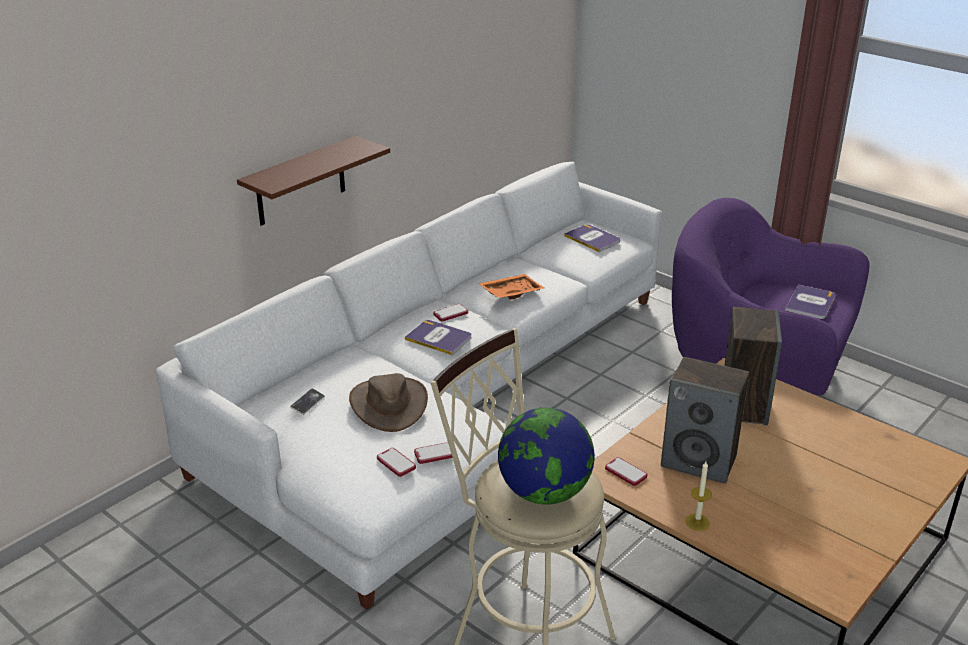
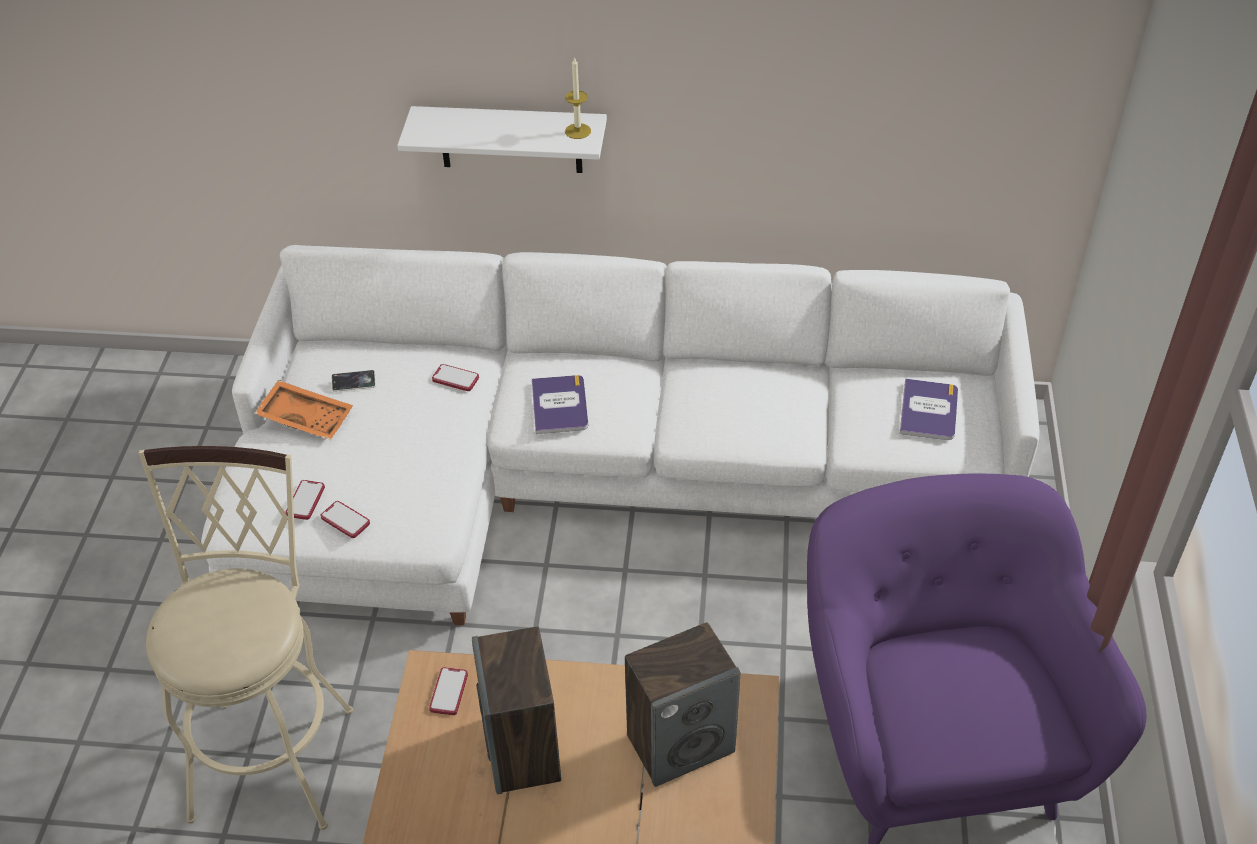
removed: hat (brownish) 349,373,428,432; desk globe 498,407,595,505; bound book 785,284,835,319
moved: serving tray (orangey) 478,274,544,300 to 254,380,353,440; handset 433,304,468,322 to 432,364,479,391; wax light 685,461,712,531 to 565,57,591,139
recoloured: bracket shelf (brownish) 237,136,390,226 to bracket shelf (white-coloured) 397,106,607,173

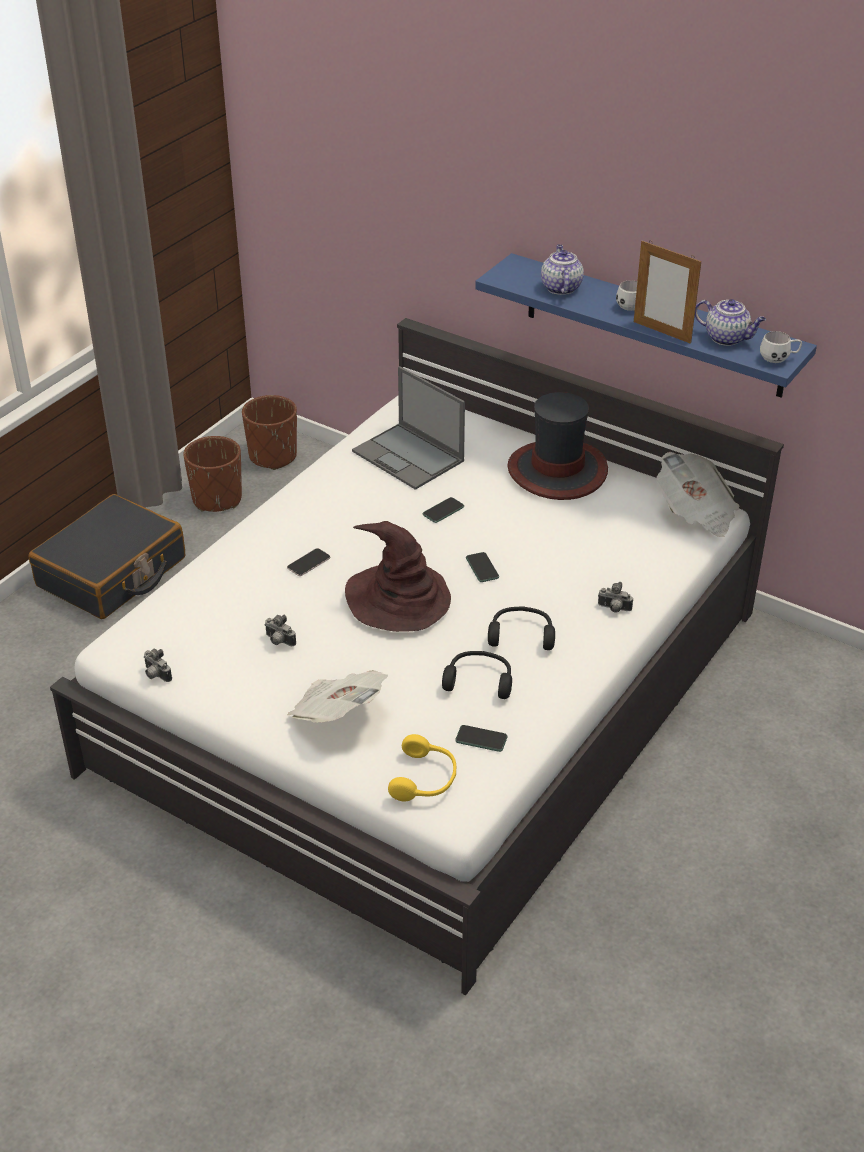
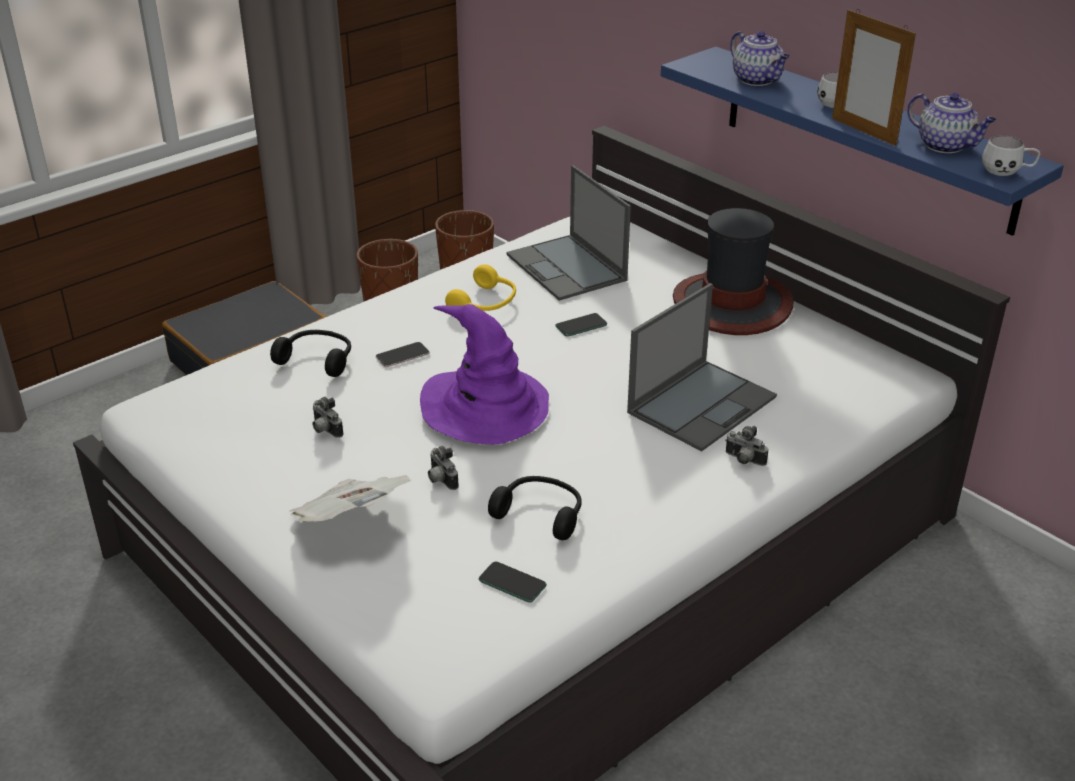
removed: handset 466,552,499,582; newspaper 656,452,740,537
added: laptop 627,283,777,451
moved: headset (black-coloured) 488,607,555,650 to 270,330,351,377; still camera 144,649,172,682 to 428,446,459,490; headset (yellow-coloured) 388,734,456,801 to 445,264,516,311
recoloured: hat (brownish) 345,521,451,632 to hat (purple) 420,304,549,445
turned: teapot 541,245,584,295 = 730,31,790,86 135 degrees clockwise

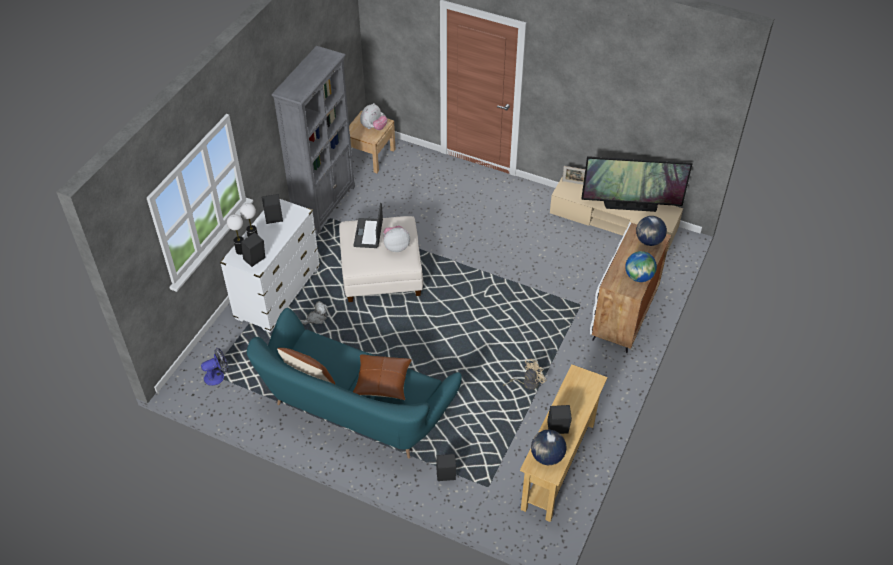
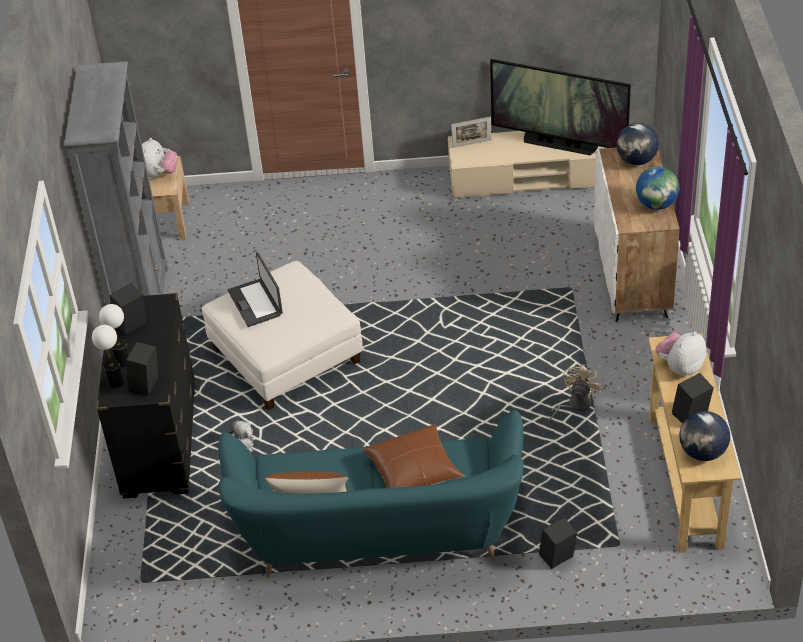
removed: electric fan 201,348,228,386
moved: plush toy 383,225,410,252 to 655,332,706,376
recoloured: chest of drawers (white-coloured) 220,198,320,333 to chest of drawers (black-coloured) 96,293,195,499
turned: TV 581,156,692,212 = 490,59,631,155 45 degrees clockwise

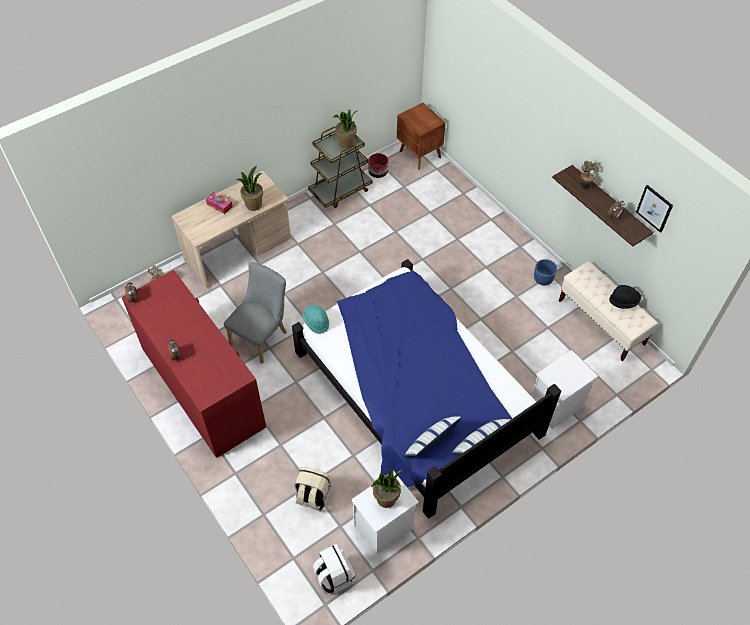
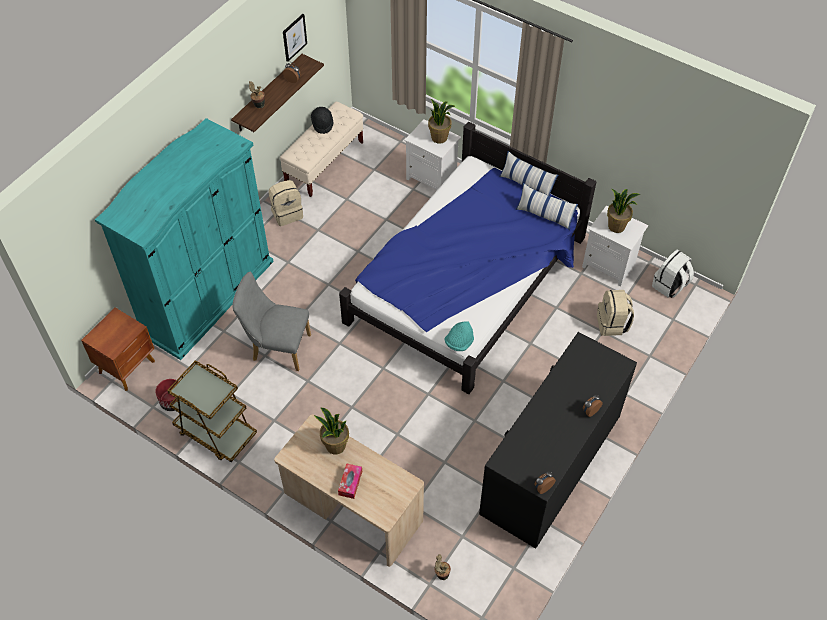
added: armoire (turquoise) 95,118,274,360
moved: plain chair (gray) 224,262,287,364 to 232,272,311,371; potted plant 333,109,357,148 to 428,99,455,144
replaced: flower pot (bluish) 534,259,557,286 to backpack (beige) 269,180,303,226
recoloured: chest of drawers (red-coloured) 122,270,266,458 to chest of drawers (black-coloured) 479,332,637,549

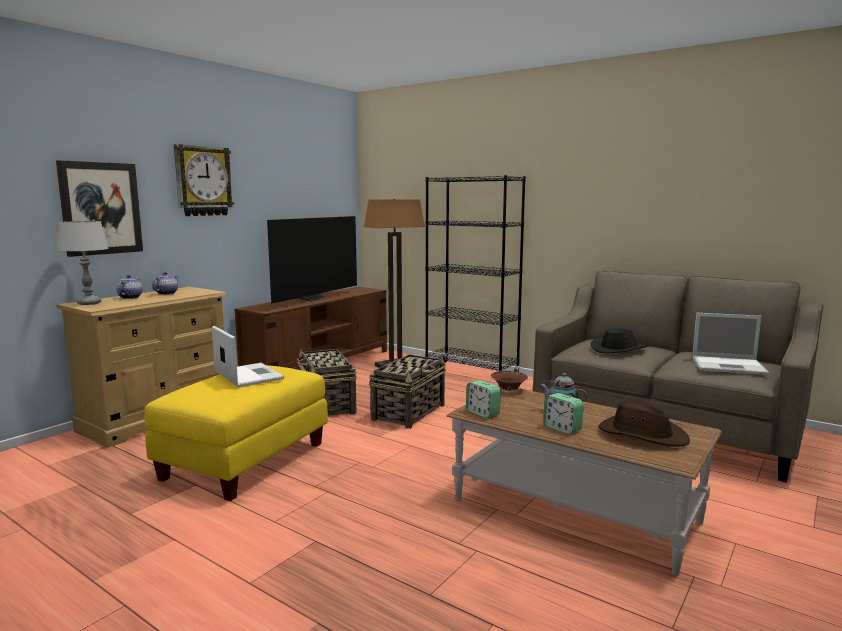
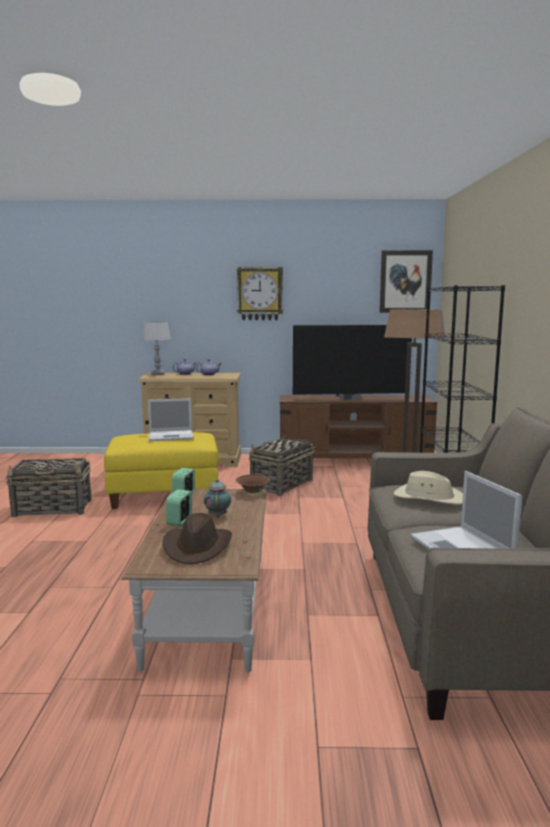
moved: household basket 369,354,446,429 to 6,458,91,517; picture 56,160,143,257 to 379,250,433,313
recoloured: hat (black-coloured) 590,328,648,353 to hat (beige) 394,471,463,505
turned: laptop 212,326,284,388 = 148,398,194,441 60 degrees clockwise

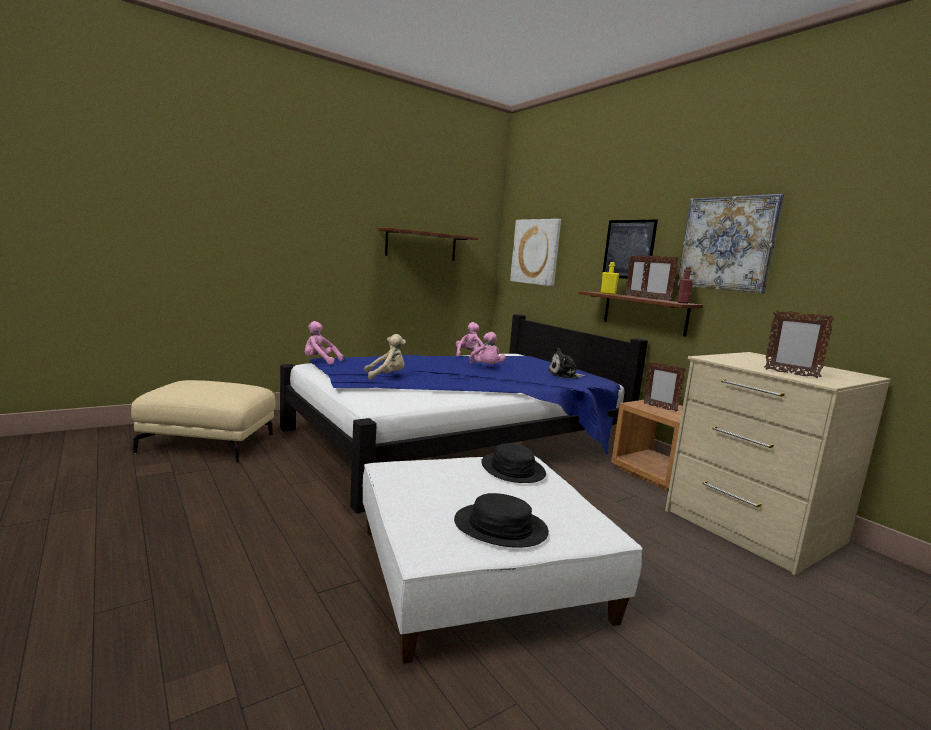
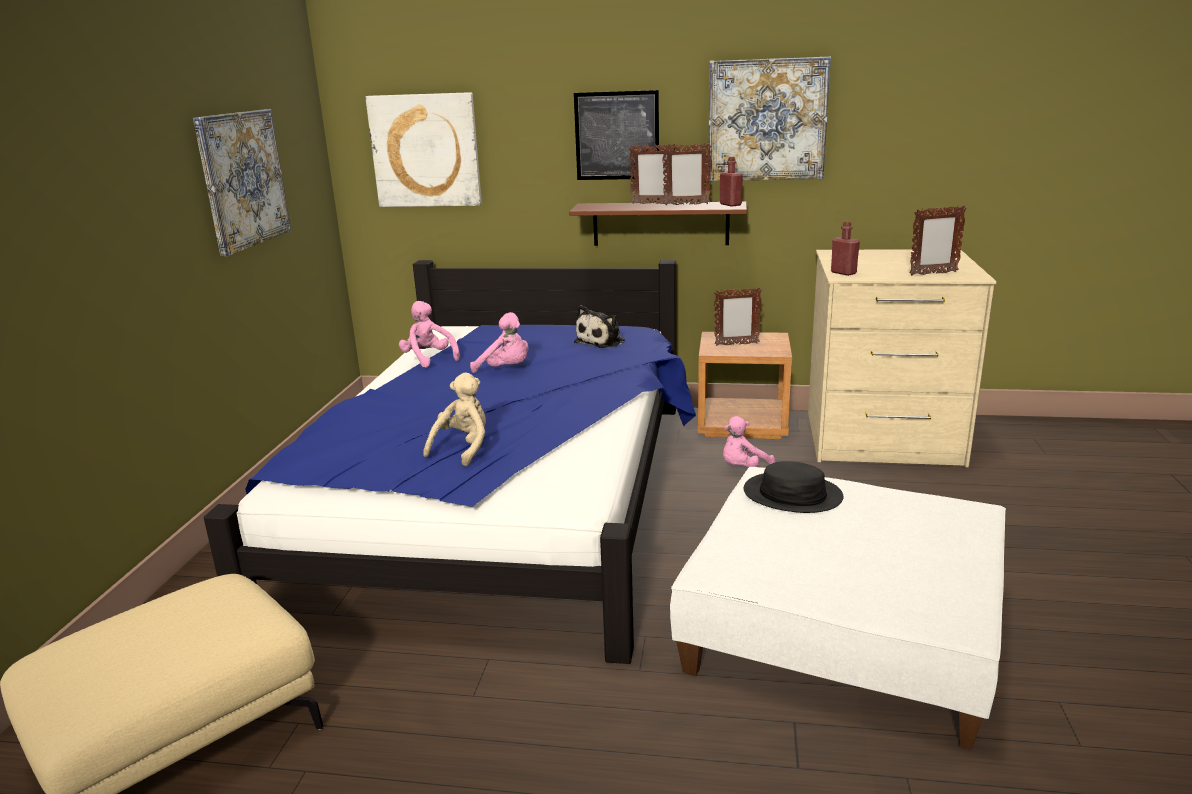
removed: hat (black-coloured) 454,493,549,548; drink bottle (yellow-coloured) 601,262,620,295
added: drink bottle (red-coloured) 831,221,860,276
moved: plush toy (pink-coloured) 305,321,343,365 to 723,416,775,467
replaced: bracket shelf (brownish) 377,228,478,261 to picture 193,109,291,256

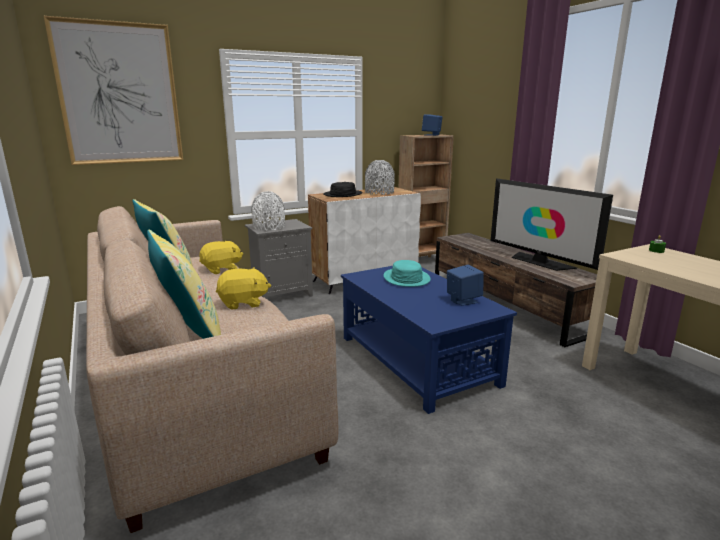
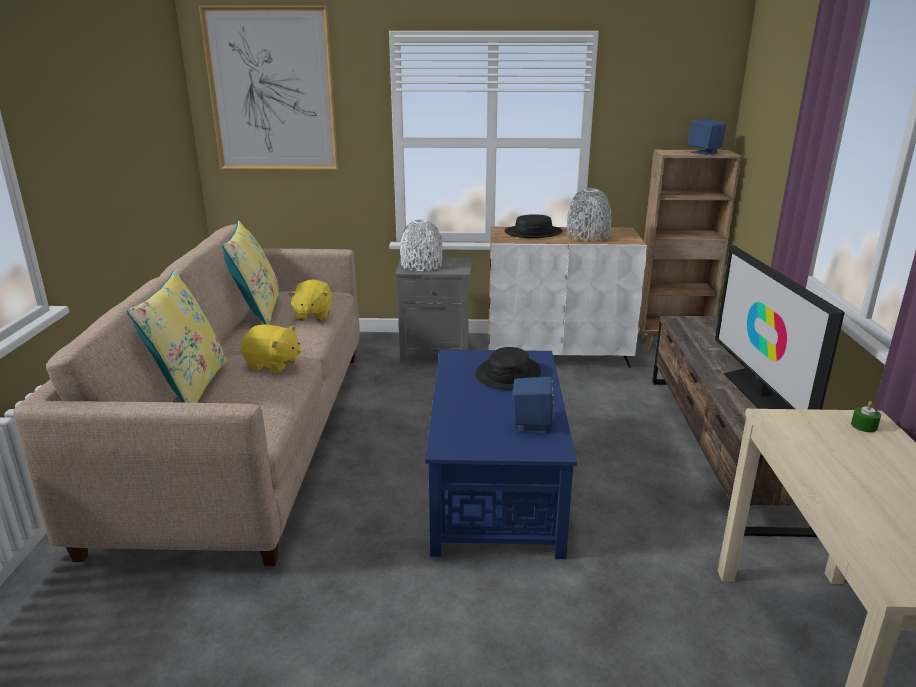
recoloured: hat (turquoise) 384,260,431,287 to hat (black-coloured) 476,347,541,390
turned: plush toy (yellow-coloured) 199,241,243,274 = 288,279,332,321 90 degrees clockwise

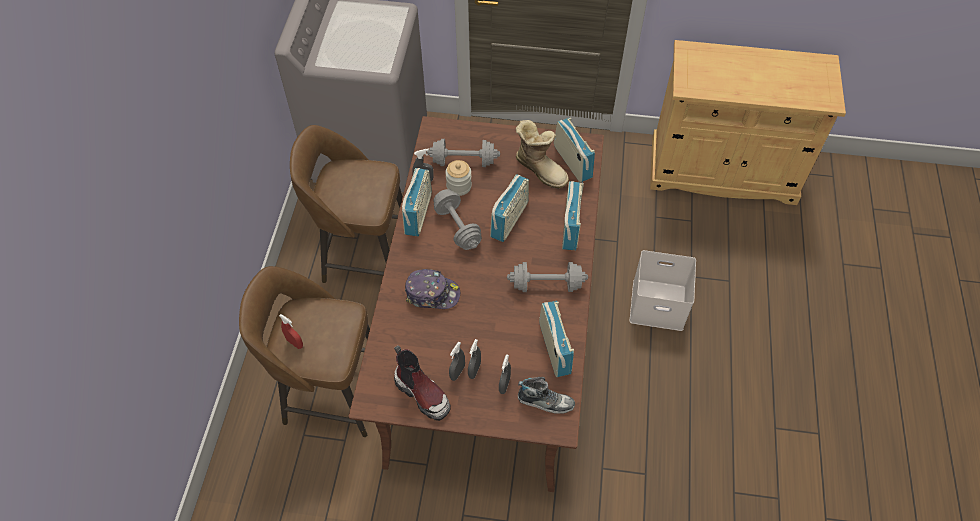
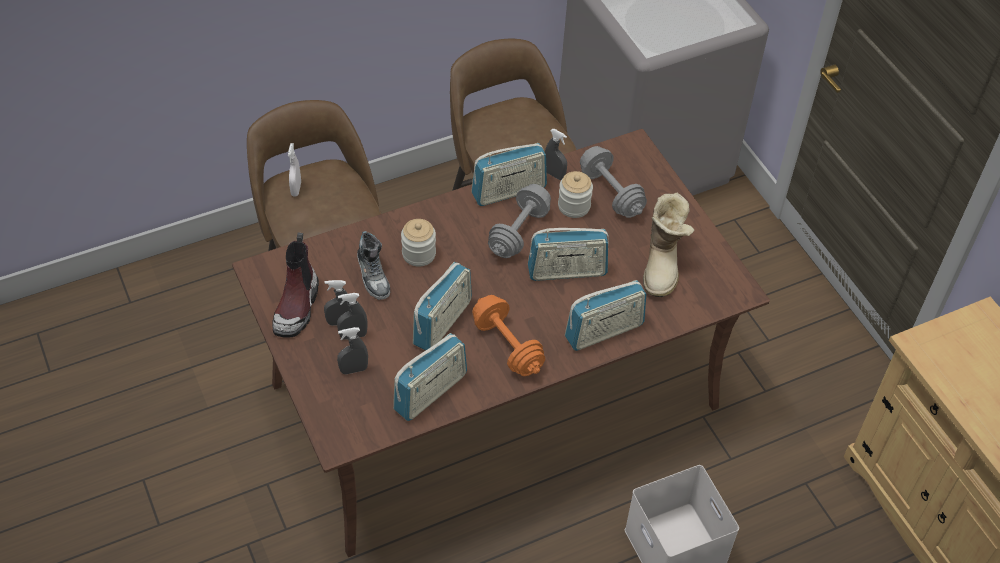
moved: shoe 518,377,575,414 to 357,231,390,300; radio set 554,118,595,182 to 413,262,472,350
replaced: baseball cap 405,269,460,309 to preserve jar 401,219,436,267
recoloured: spray bottle (red-coloured) 279,314,303,349 to spray bottle (white-coloured) 288,143,301,197; free weight (gray) 507,262,588,292 to free weight (orangey) 472,295,545,376

